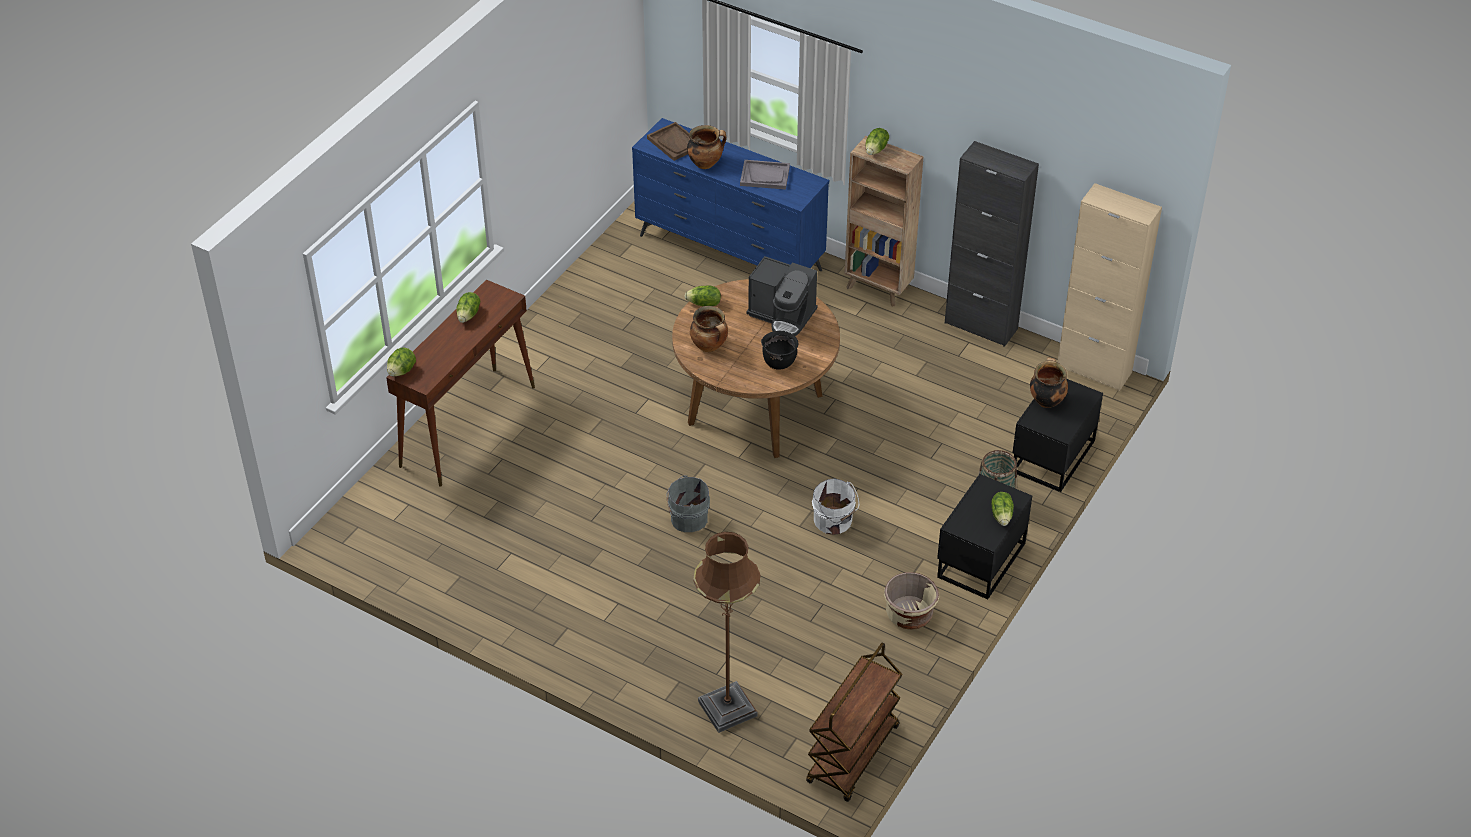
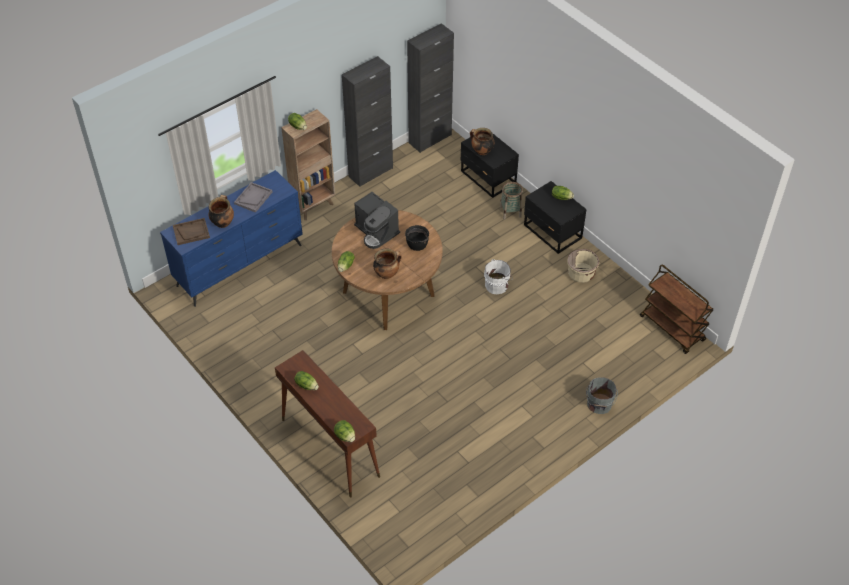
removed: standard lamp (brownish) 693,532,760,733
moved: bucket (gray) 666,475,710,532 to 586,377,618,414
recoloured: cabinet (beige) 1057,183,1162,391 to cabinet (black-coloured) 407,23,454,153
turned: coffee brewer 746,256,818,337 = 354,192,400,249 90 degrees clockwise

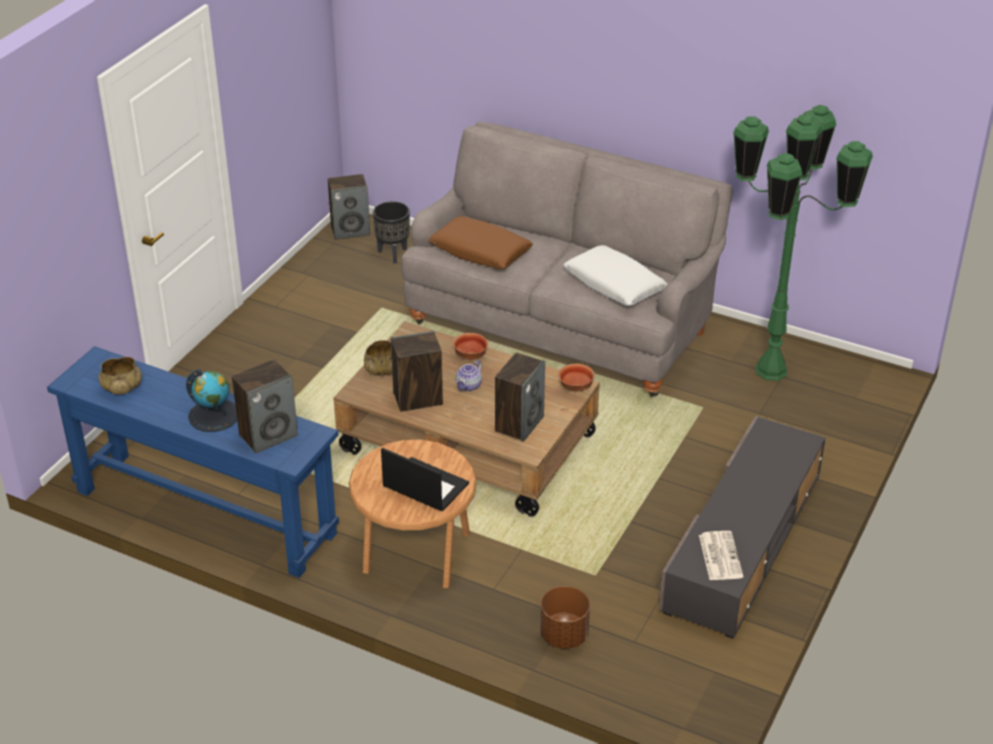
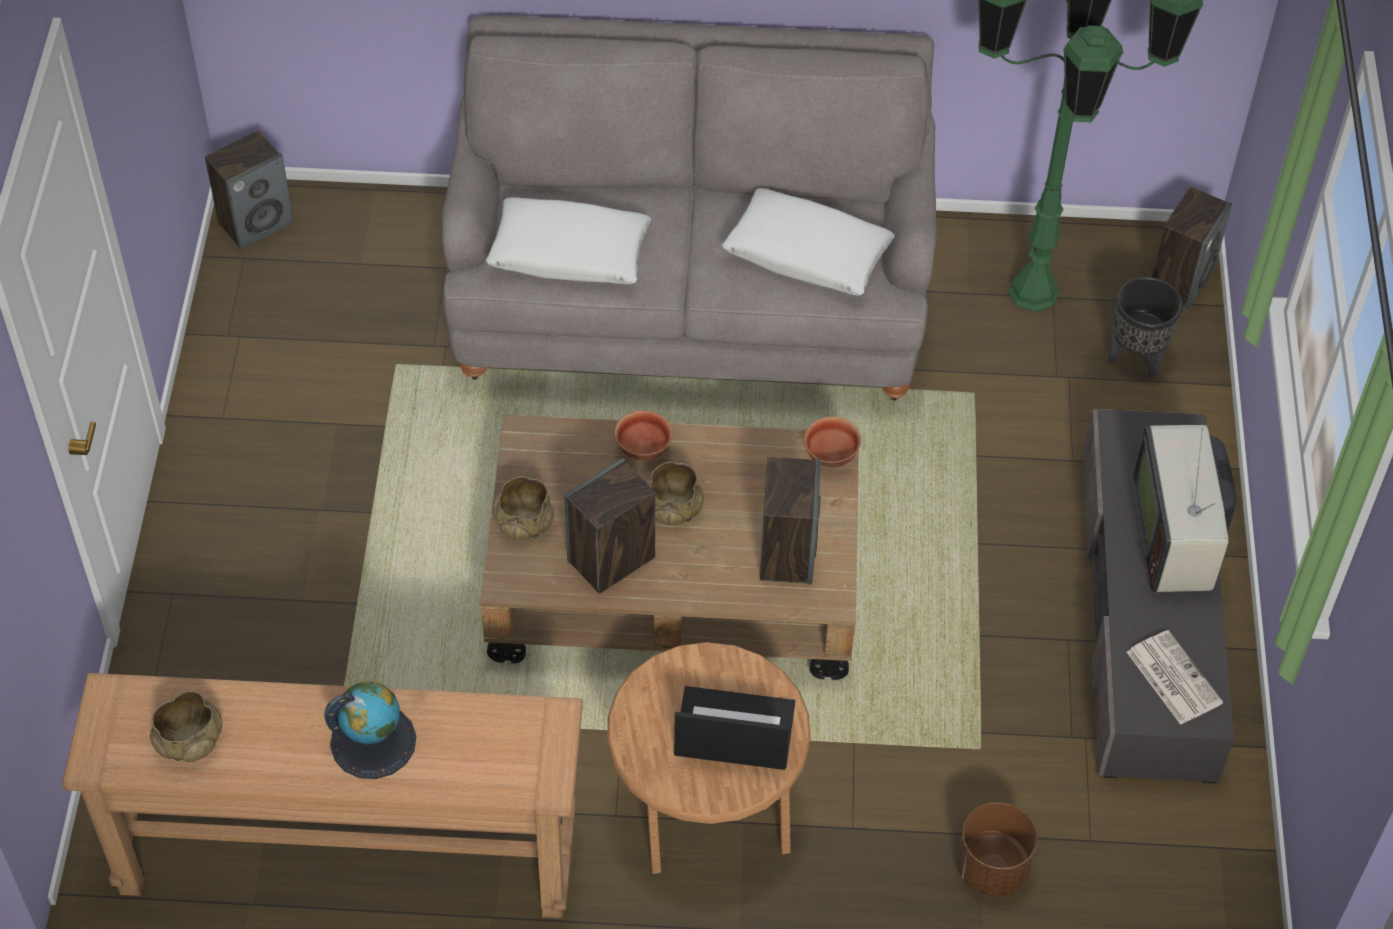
added: TV 1132,425,1236,592
moved: flower pot (black-coloured) 373,201,410,264 to 1108,277,1183,379; audio speaker 232,359,298,454 to 1152,187,1232,310
replaced: teapot 456,360,482,391 to deep dish (beige) 646,462,704,525
recoloured: hall table (bluish) 47,346,339,578 to hall table (brownish) 62,673,583,919; cushion (brownish) 429,216,533,269 to cushion (white-coloured) 486,197,651,284

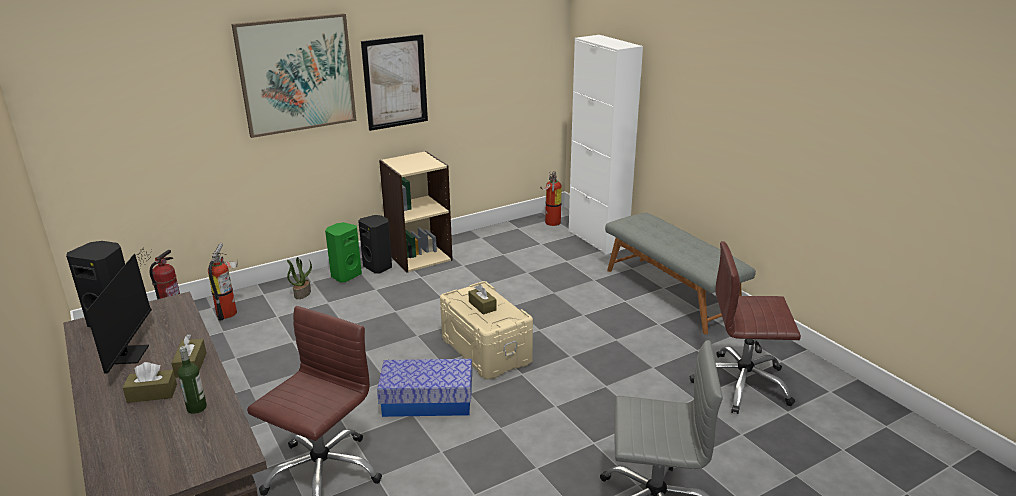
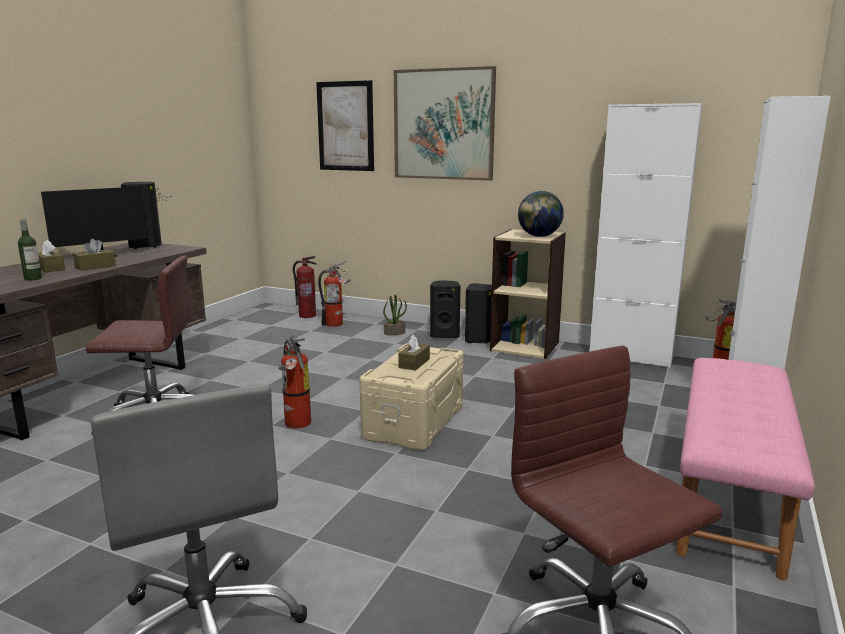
added: desk globe 518,191,564,237; cabinet (white-coloured) 589,103,702,368
moved: picture 361,34,428,131 to 316,80,374,171
replaced: storage box 377,359,472,417 to fire-fighting cylinder 278,336,311,429
recoloured: audio speaker (green-coloured) 325,222,362,282 to audio speaker (black-coloured) 430,281,460,338; indoor bench (gray) 605,212,756,334 to indoor bench (pink-coloured) 676,358,815,580

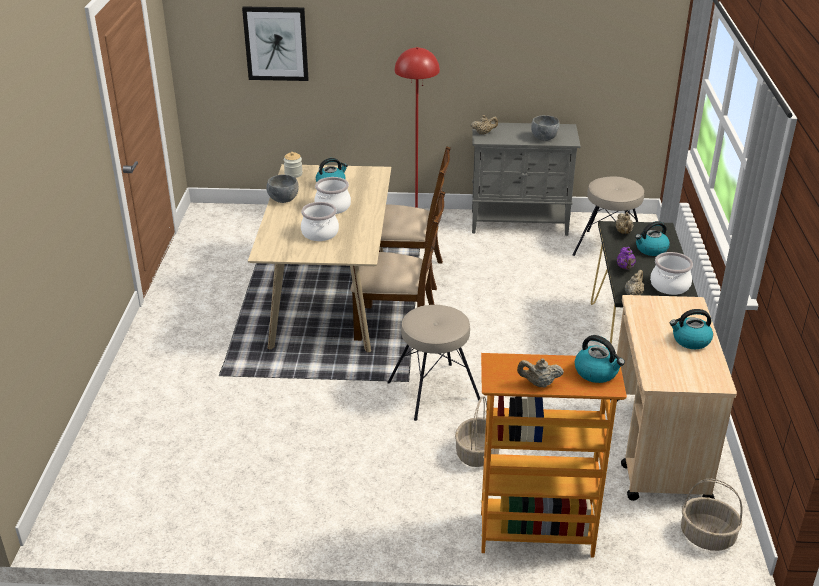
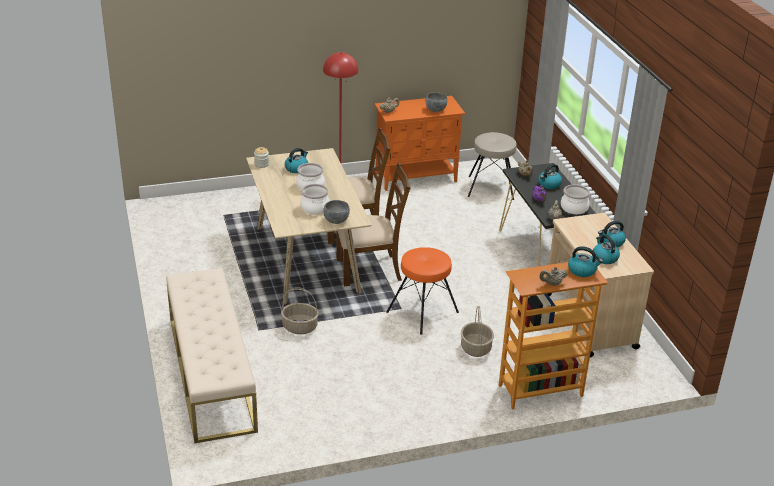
removed: picture 242,6,309,81
added: indoor bench (beige) 166,268,258,443; water kettle 593,235,620,264
moved: household basket 681,479,743,551 to 281,287,319,334; deep dish (gray) 266,175,299,203 to 323,200,350,224
recoloured: cabinet (gray) 472,123,581,236 to cabinet (orangey) 374,96,465,191; stool seat (beige) 387,305,480,421 to stool seat (orangey) 386,247,459,335

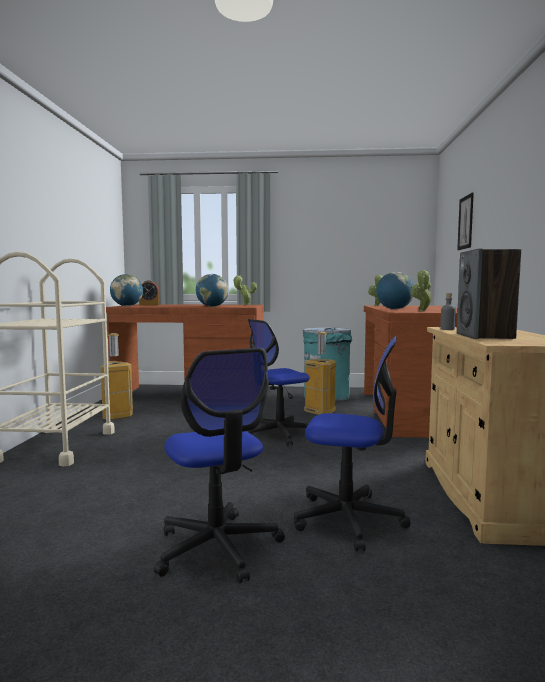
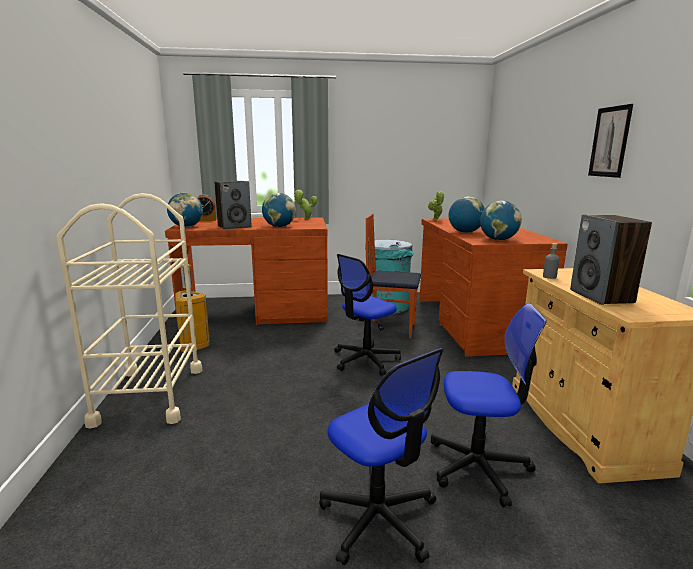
added: audio speaker 215,181,252,229
moved: picture 457,193,474,250 to 588,104,633,178
replaced: trash can 304,332,336,415 to plain chair 366,214,421,338; potted plant 411,270,433,312 to desk globe 480,201,522,240

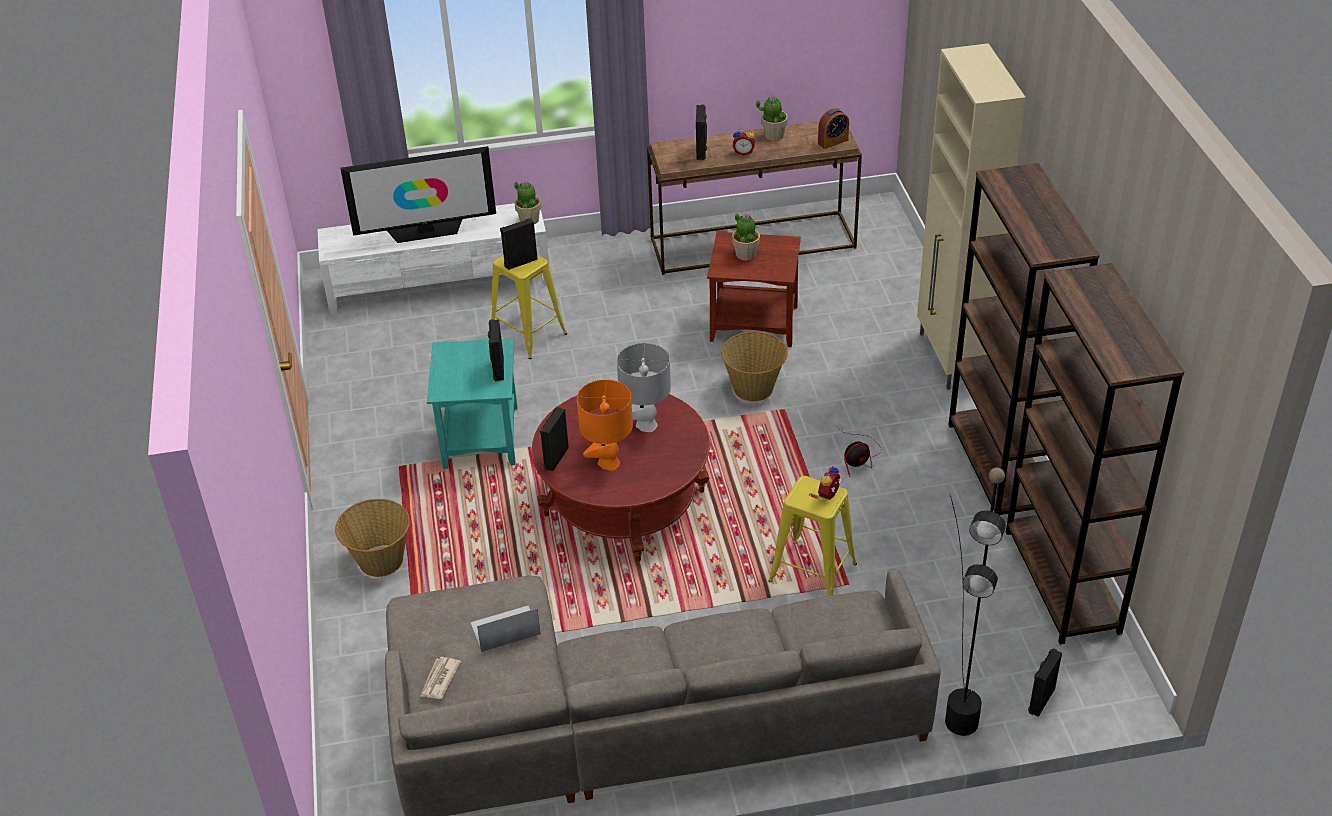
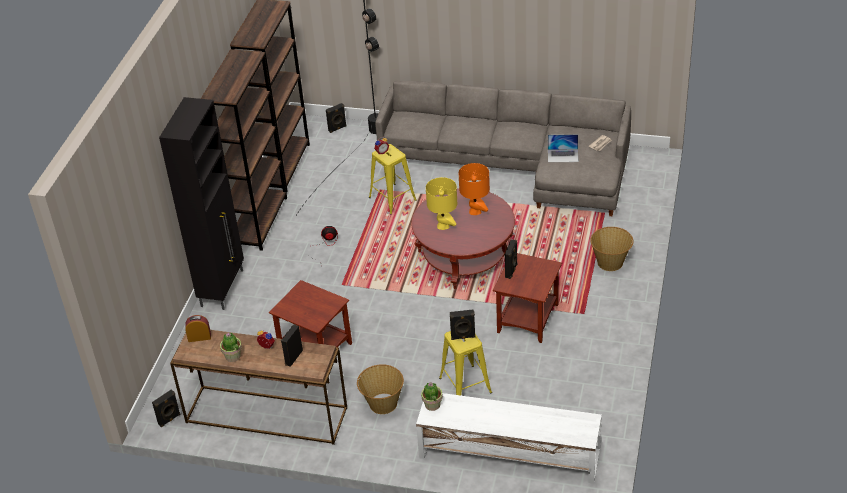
removed: TV 340,146,496,243; potted plant 732,213,760,260
moved: audio speaker (black-coloured) 540,407,569,471 to 152,390,180,427; household basket 721,331,788,401 to 357,364,404,414
recoloured: cabinet (beige) 917,43,1026,390 to cabinet (black-coloured) 159,97,244,310; table lamp (gray) 617,343,671,432 to table lamp (yellow-coloured) 426,177,457,230; end table (turquoise) 427,338,518,469 to end table (brownish) 493,253,562,343

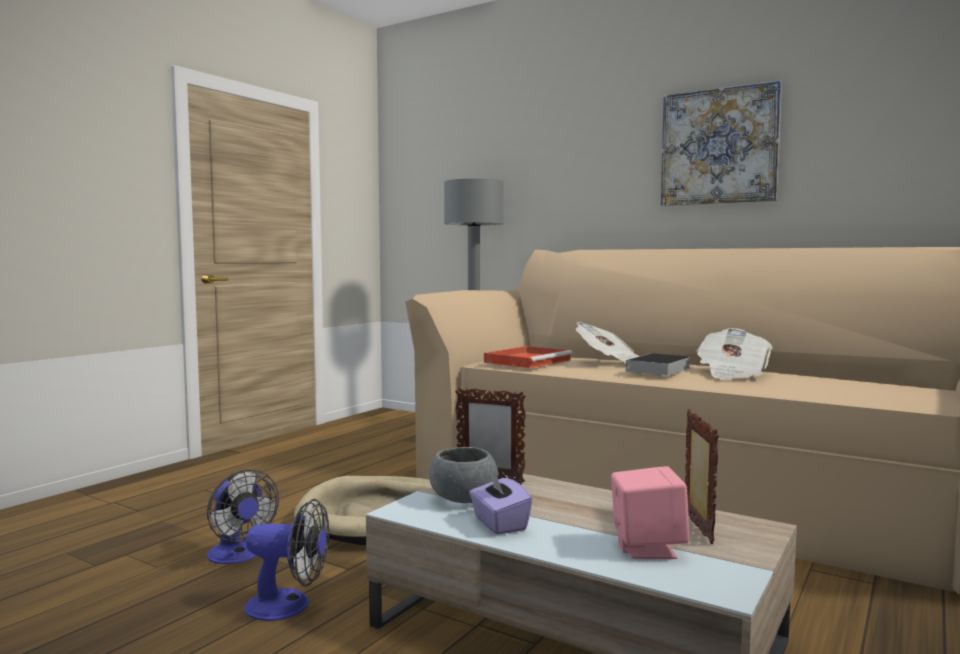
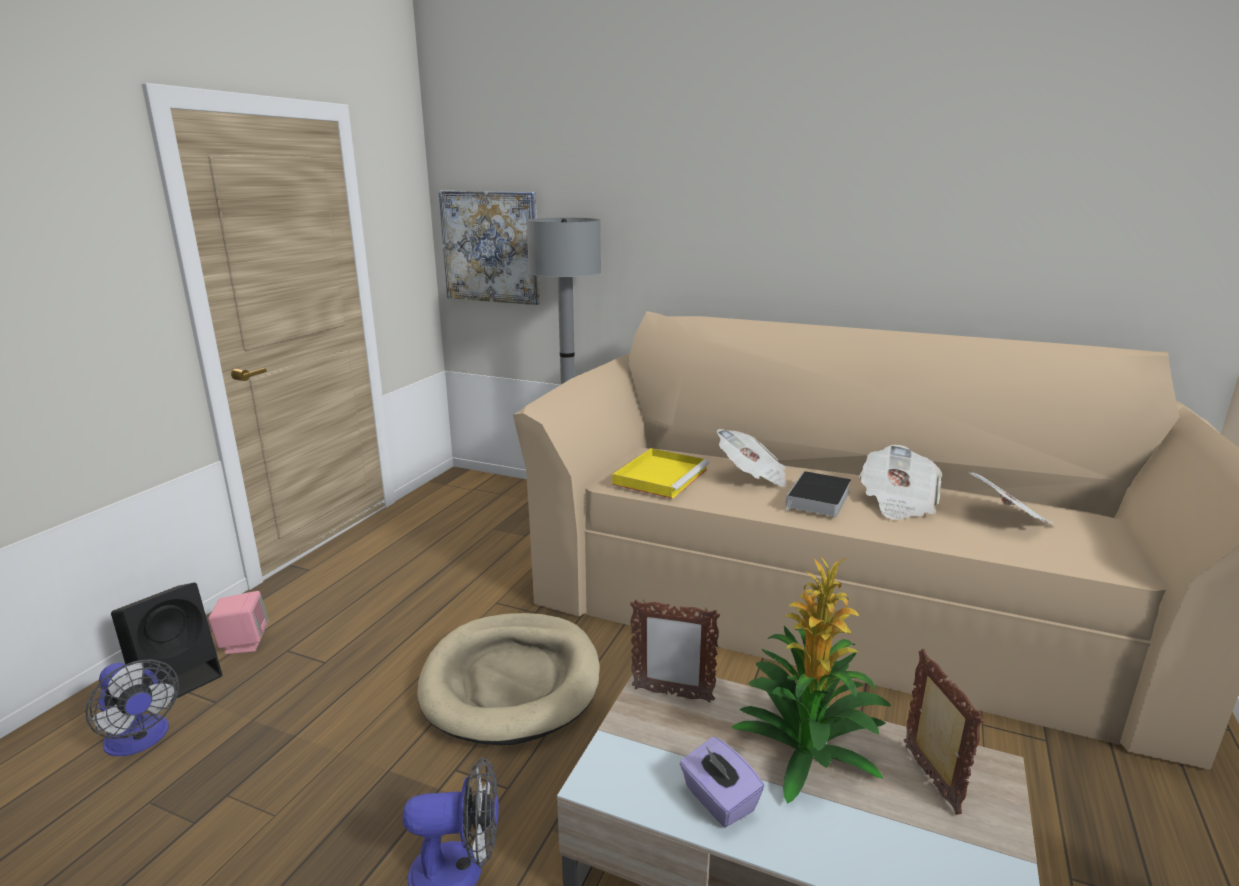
removed: deep dish (gray) 429,447,498,503
added: audio speaker (black-coloured) 111,583,222,701; potted plant 732,555,892,804; newspaper 969,472,1058,525
moved: electric fan 207,469,279,564 to 85,659,179,757; audio speaker (pink-coloured) 611,466,690,559 to 208,591,269,654; picture 661,80,782,206 to 439,191,540,305
recoloured: serving tray (red-coloured) 484,346,573,368 to serving tray (yellow-coloured) 612,448,709,499

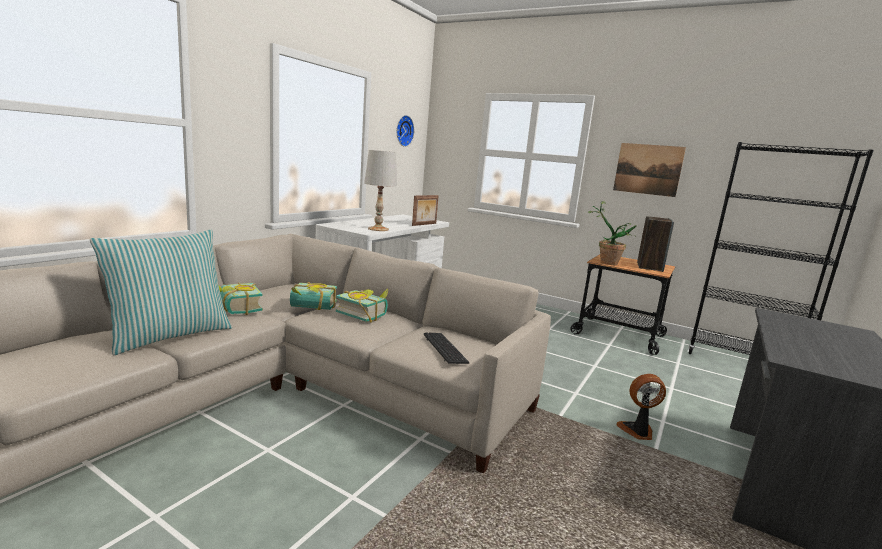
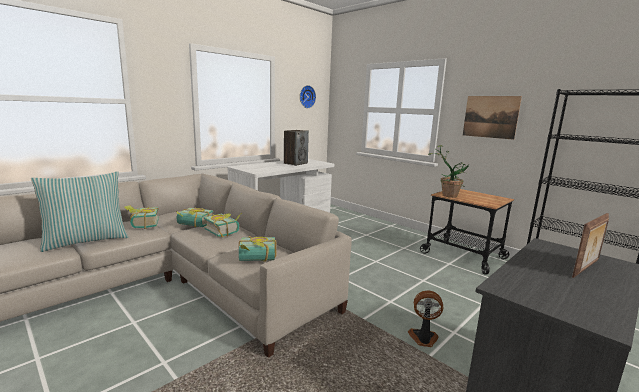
removed: table lamp (white-coloured) 364,150,397,231
moved: audio speaker 637,216,674,272 to 284,130,309,166; photo frame 412,195,439,226 to 572,213,609,278
replaced: computer keyboard 424,332,469,364 to bound book 239,236,277,262

